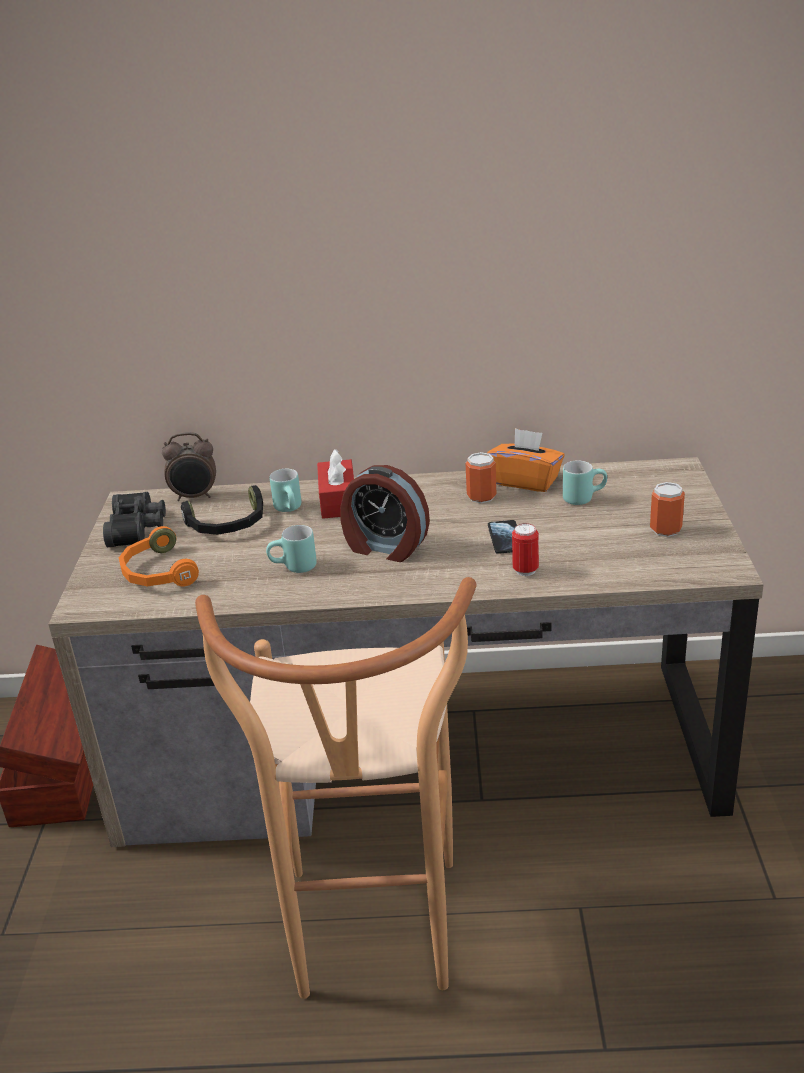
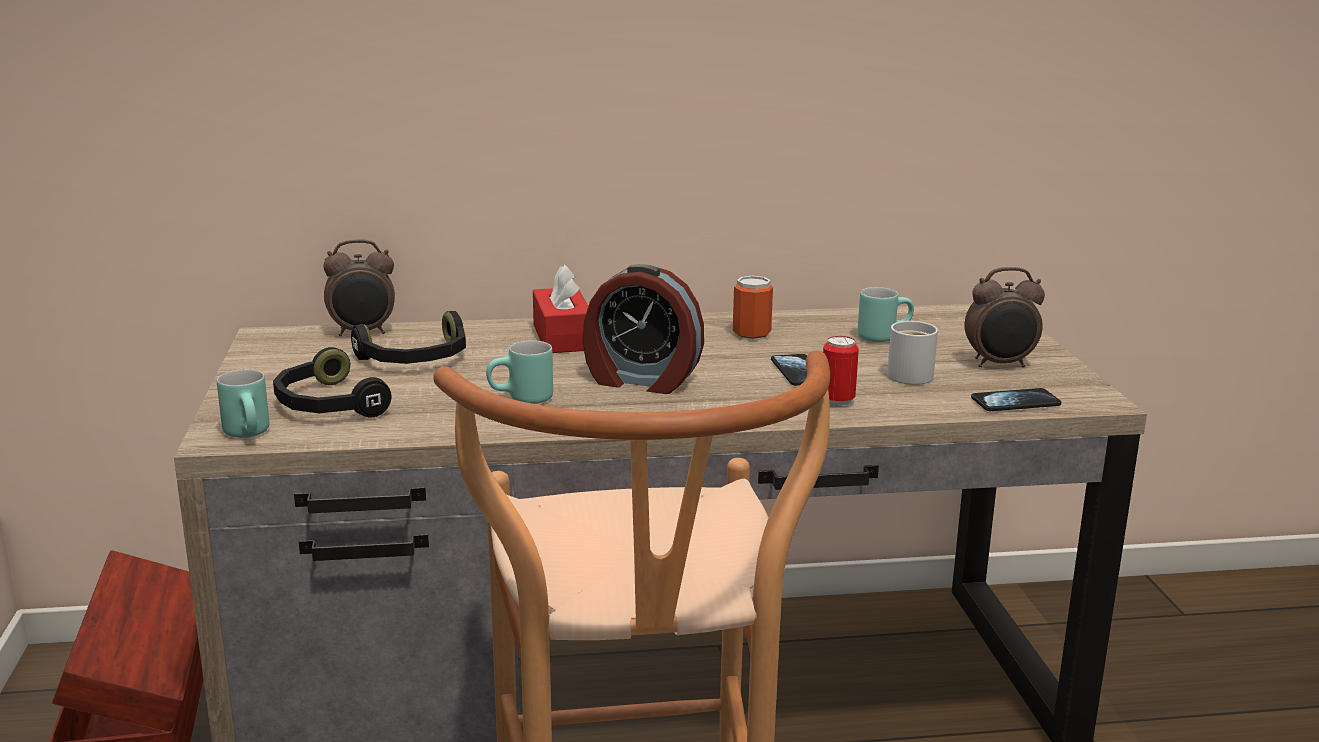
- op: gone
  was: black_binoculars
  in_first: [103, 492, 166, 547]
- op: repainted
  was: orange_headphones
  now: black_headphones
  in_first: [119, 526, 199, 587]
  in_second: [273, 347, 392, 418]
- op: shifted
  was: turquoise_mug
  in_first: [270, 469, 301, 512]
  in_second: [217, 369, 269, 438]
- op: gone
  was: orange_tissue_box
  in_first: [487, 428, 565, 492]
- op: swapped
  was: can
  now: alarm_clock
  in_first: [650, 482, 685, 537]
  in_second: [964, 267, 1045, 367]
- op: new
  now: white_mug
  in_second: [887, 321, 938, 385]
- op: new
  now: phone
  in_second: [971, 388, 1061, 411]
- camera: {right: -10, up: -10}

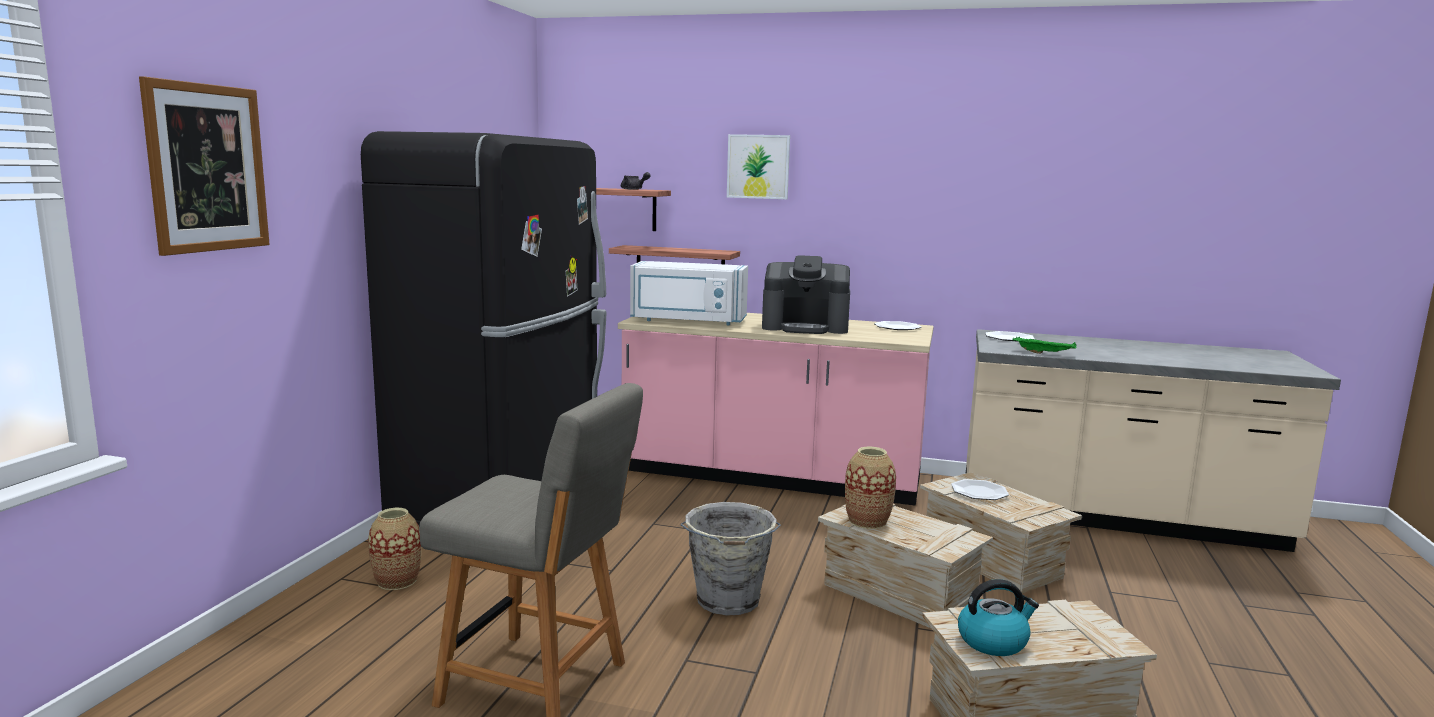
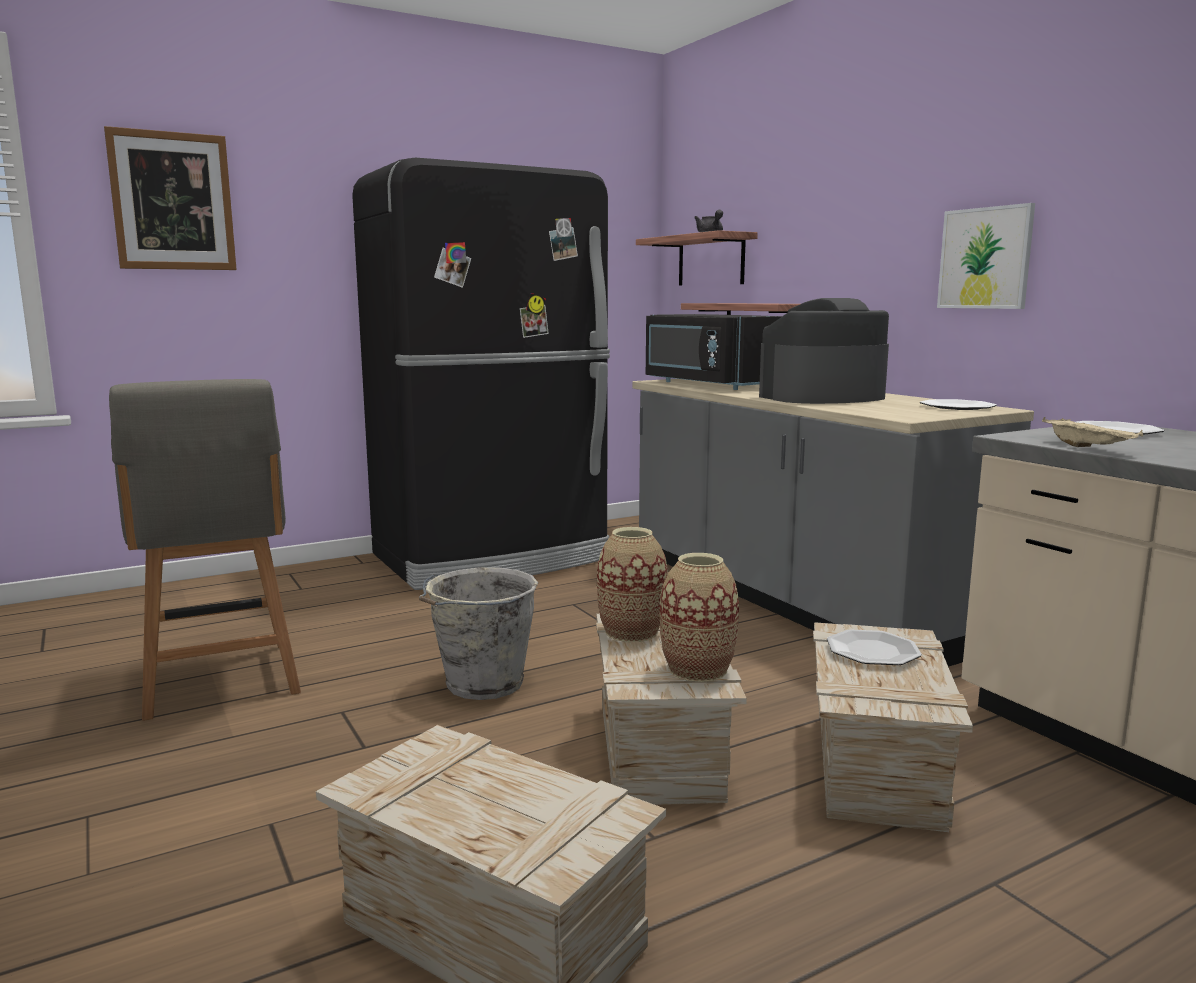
- op: shifted
  was: vase
  in_first: [368, 508, 421, 590]
  in_second: [660, 553, 739, 682]
- op: repainted
  was: pink_counter
  now: grey_counter
  in_first: [618, 313, 934, 506]
  in_second: [632, 379, 1034, 667]
- op: repainted
  was: white_microwave
  now: black_microwave
  in_first: [630, 261, 748, 326]
  in_second: [646, 314, 782, 390]
- op: shifted
  was: picture
  in_first: [727, 134, 790, 199]
  in_second: [937, 203, 1035, 309]
- op: rotated
  was: coffee_machine
  in_first: [762, 255, 850, 334]
  in_second: [759, 298, 889, 404]
  clockwise: 105
- op: gone
  was: kettle
  in_first: [958, 579, 1039, 656]
- op: repainted
  was: green_tray
  now: beige_tray
  in_first: [1013, 337, 1077, 354]
  in_second: [1042, 417, 1143, 447]
- camera: {right: 45, up: 0}

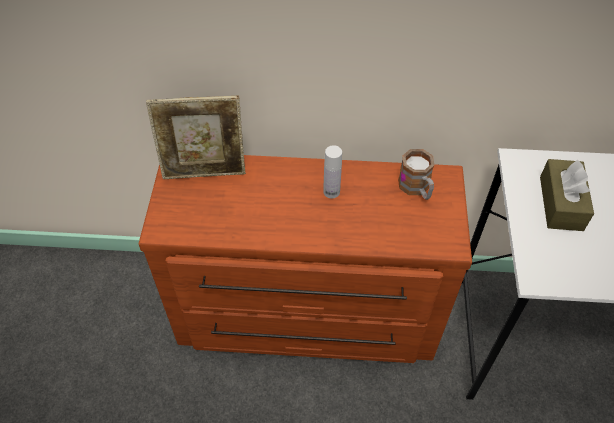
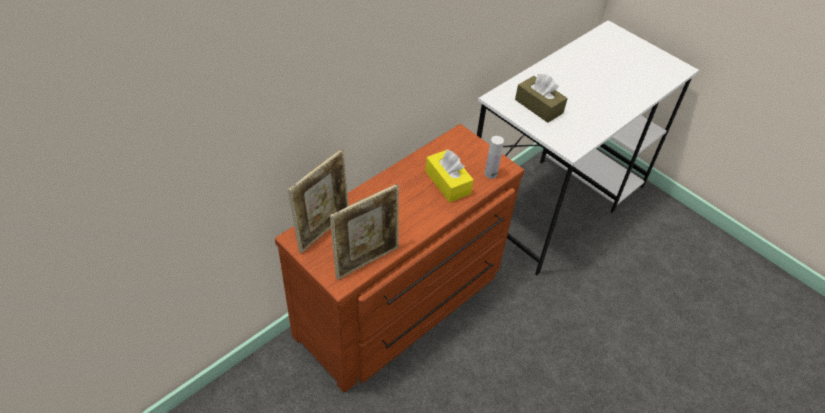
- op: shifted
  was: white_bottle
  in_first: [323, 145, 342, 198]
  in_second: [485, 136, 504, 179]
- op: gone
  was: mug
  in_first: [398, 149, 434, 200]
- op: new
  now: picture_frame
  in_second: [330, 184, 399, 280]
- op: new
  now: yellow_tissue_box
  in_second: [425, 149, 474, 202]
- camera: {right: -50, up: -5}

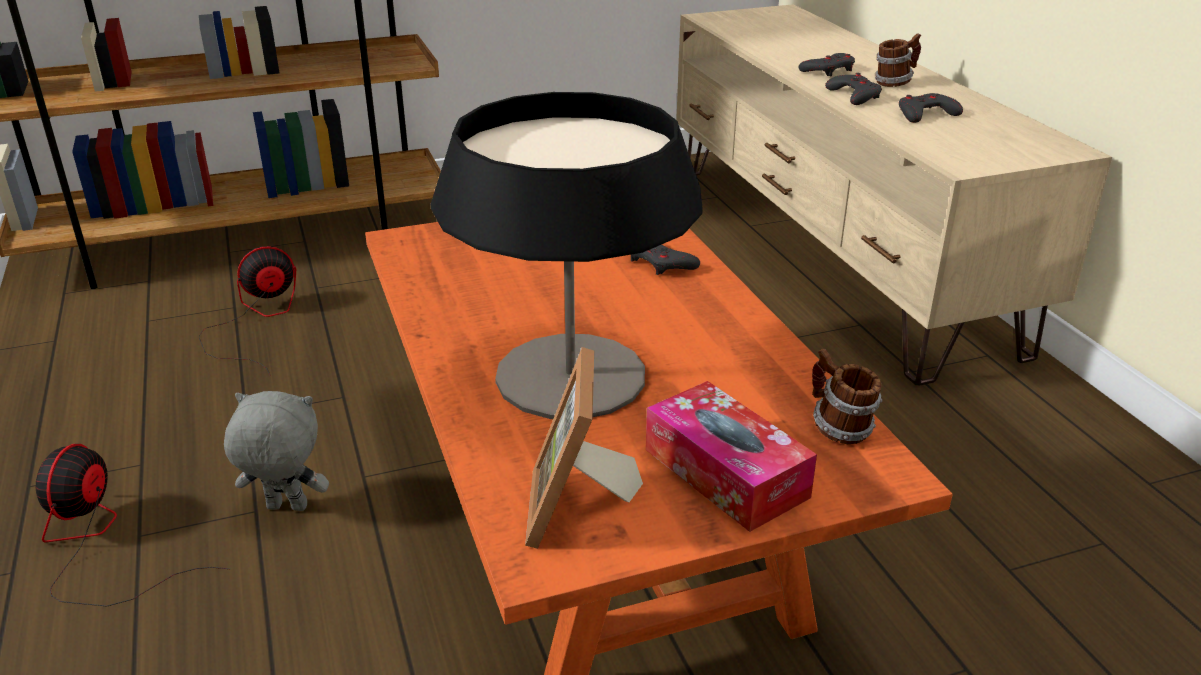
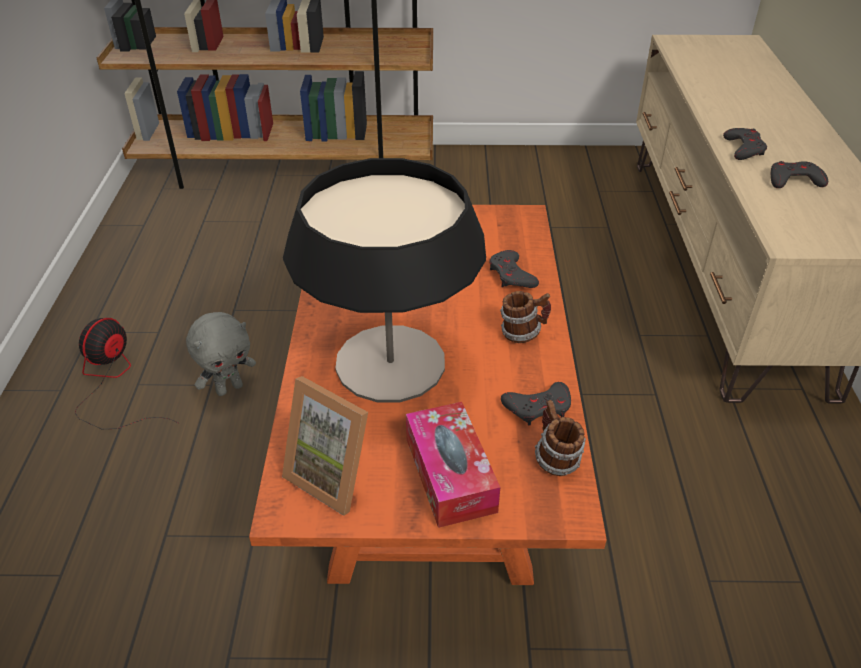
- op: gone
  was: fan
  in_first: [199, 246, 296, 376]
- op: rotated
  was: grey_plush_toy
  in_first: [224, 391, 329, 511]
  in_second: [186, 312, 256, 396]
  clockwise: 120
- op: rotated
  was: picture_frame
  in_first: [525, 347, 643, 549]
  in_second: [282, 376, 368, 516]
  clockwise: -75
- op: shifted
  was: grey_game_controller
  in_first: [799, 53, 855, 76]
  in_second: [501, 382, 571, 425]
- op: shifted
  was: mug
  in_first: [875, 33, 921, 87]
  in_second: [500, 291, 551, 343]
- camera: {right: 20, up: 10}

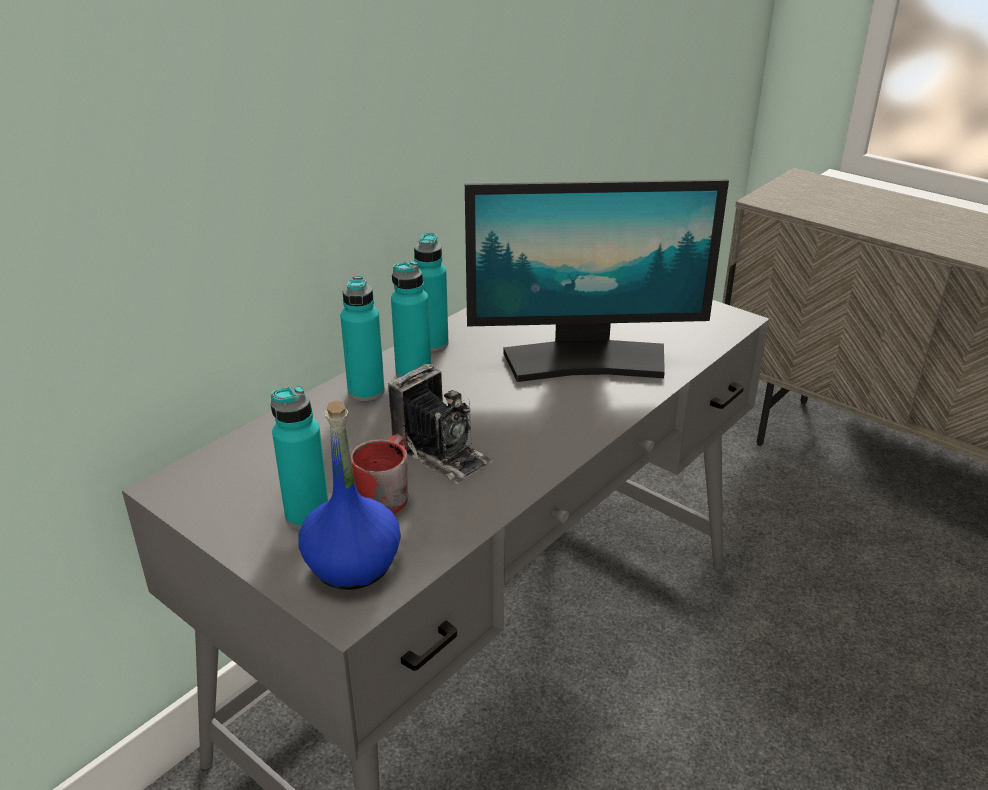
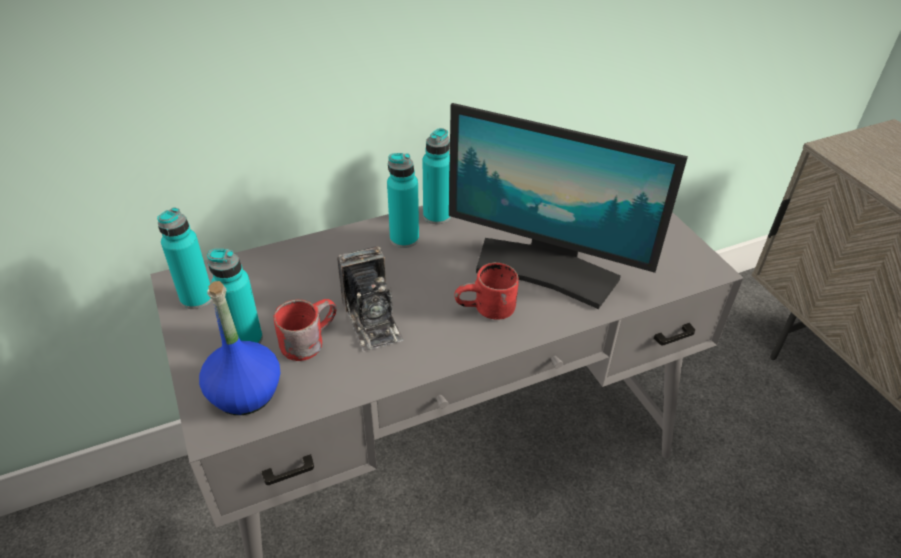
- op: shifted
  was: turquoise_bottle
  in_first: [340, 276, 385, 401]
  in_second: [157, 207, 212, 309]
- op: new
  now: red_mug
  in_second: [454, 262, 519, 320]
- camera: {right: 25, up: 10}

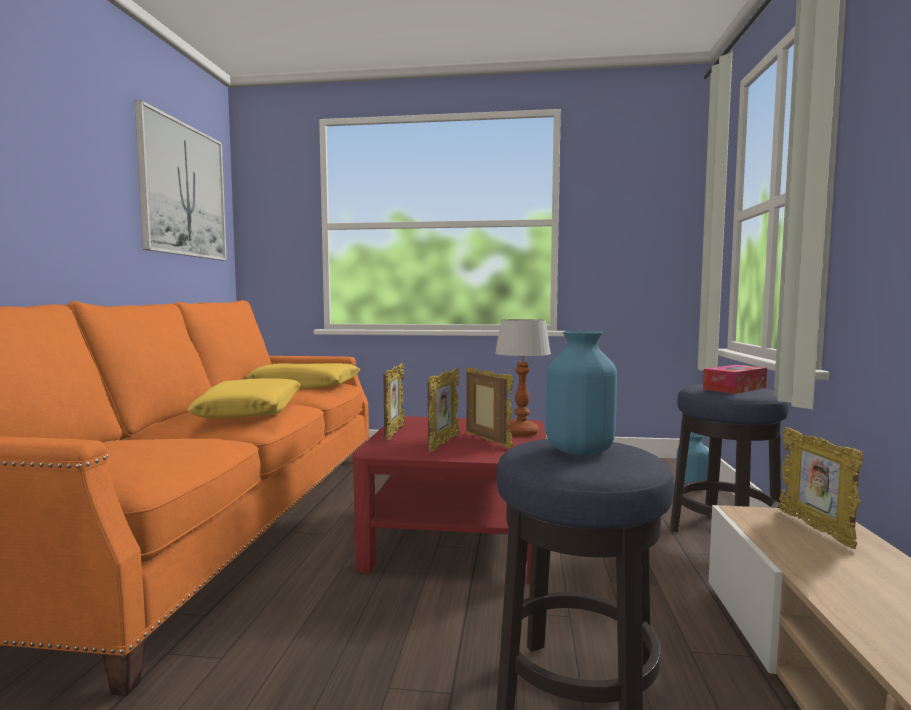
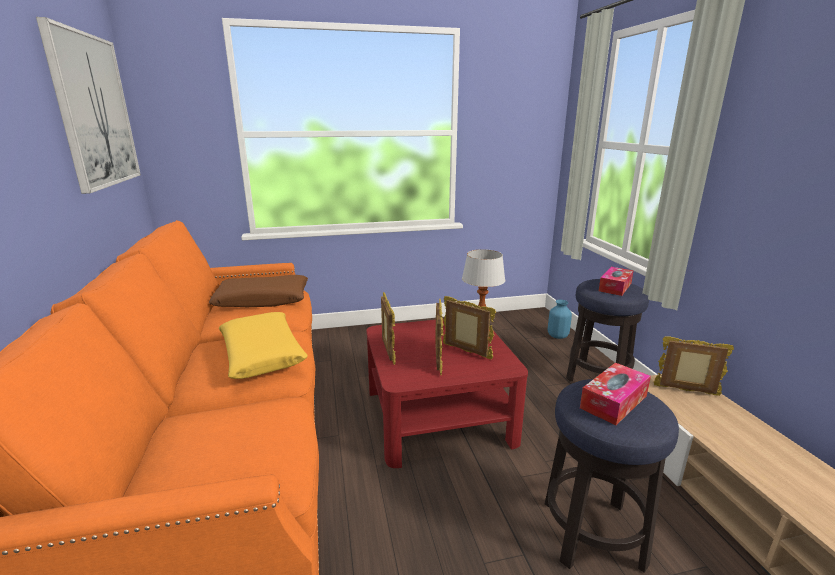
- op: repainted
  was: yellow_pillow
  now: brown_pillow
  in_first: [245, 363, 360, 389]
  in_second: [209, 275, 308, 307]
- op: swapped
  was: blue_vase
  now: tissue_box
  in_first: [546, 331, 617, 455]
  in_second: [580, 363, 651, 425]
- op: rotated
  was: picture_frame
  in_first: [778, 427, 864, 549]
  in_second: [654, 336, 734, 396]
  clockwise: 135
- camera: {right: -20, up: 15}

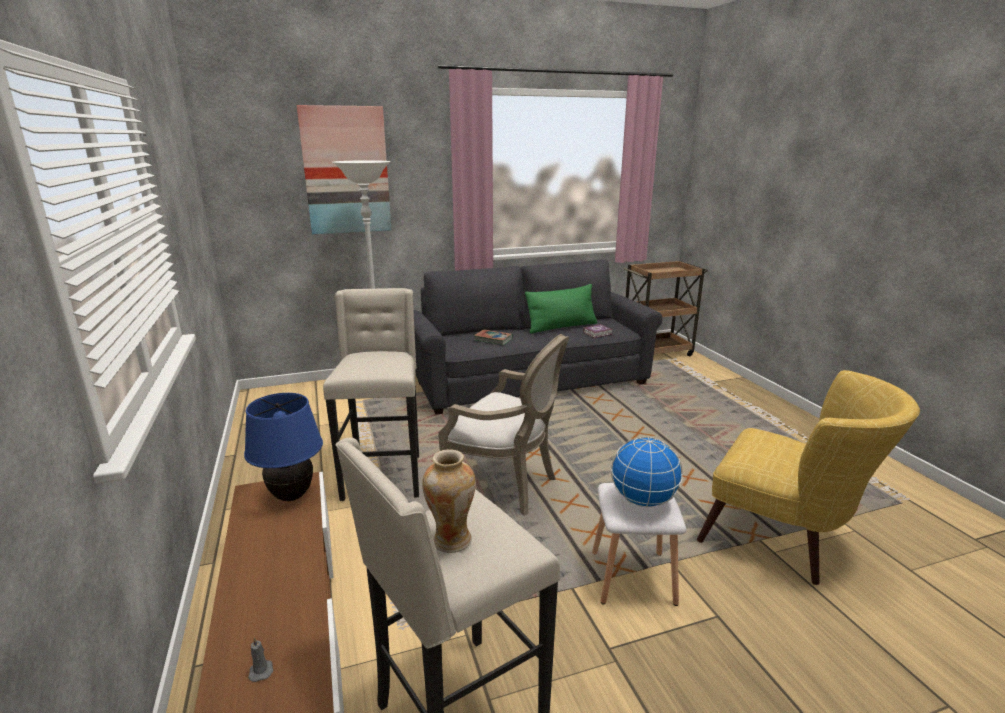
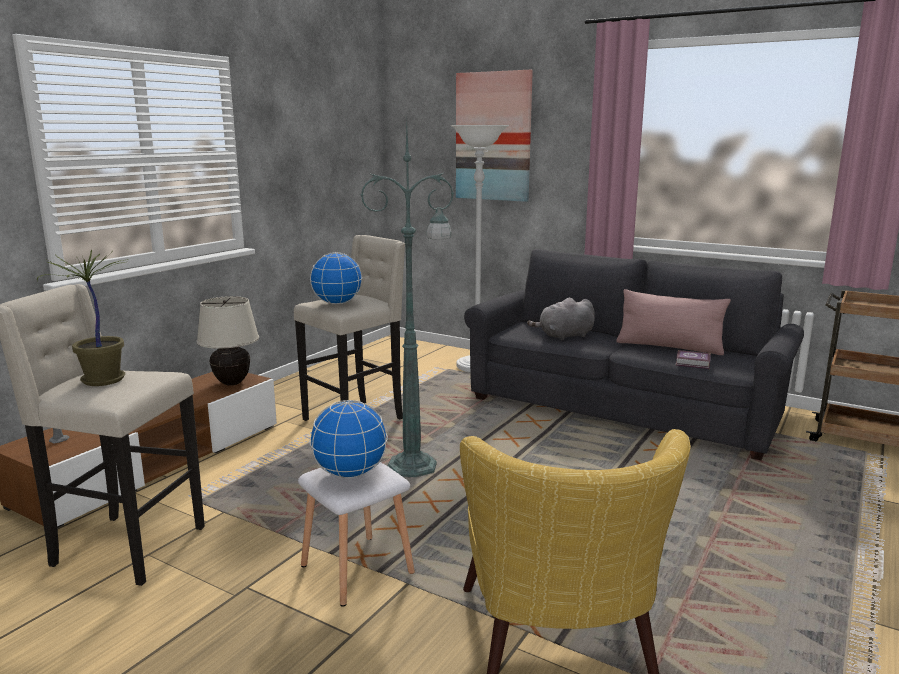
- op: repainted
  was: blue_table_lamp
  now: beige_table_lamp
  in_first: [244, 393, 323, 501]
  in_second: [197, 296, 259, 386]
- op: swapped
  was: vase
  now: potted_plant
  in_first: [422, 449, 476, 553]
  in_second: [37, 249, 128, 386]
- op: swapped
  was: armchair
  now: green_floor_lamp
  in_first: [438, 334, 569, 516]
  in_second: [361, 120, 454, 477]
- op: swapped
  was: book
  now: grey_plush_toy
  in_first: [474, 330, 513, 345]
  in_second: [527, 298, 595, 341]
- op: repainted
  was: green_pillow
  now: pink_pillow
  in_first: [525, 284, 597, 334]
  in_second: [616, 289, 731, 355]
- op: new
  now: globe
  in_second: [310, 252, 362, 304]
- camera: {right: 50, up: -5}

